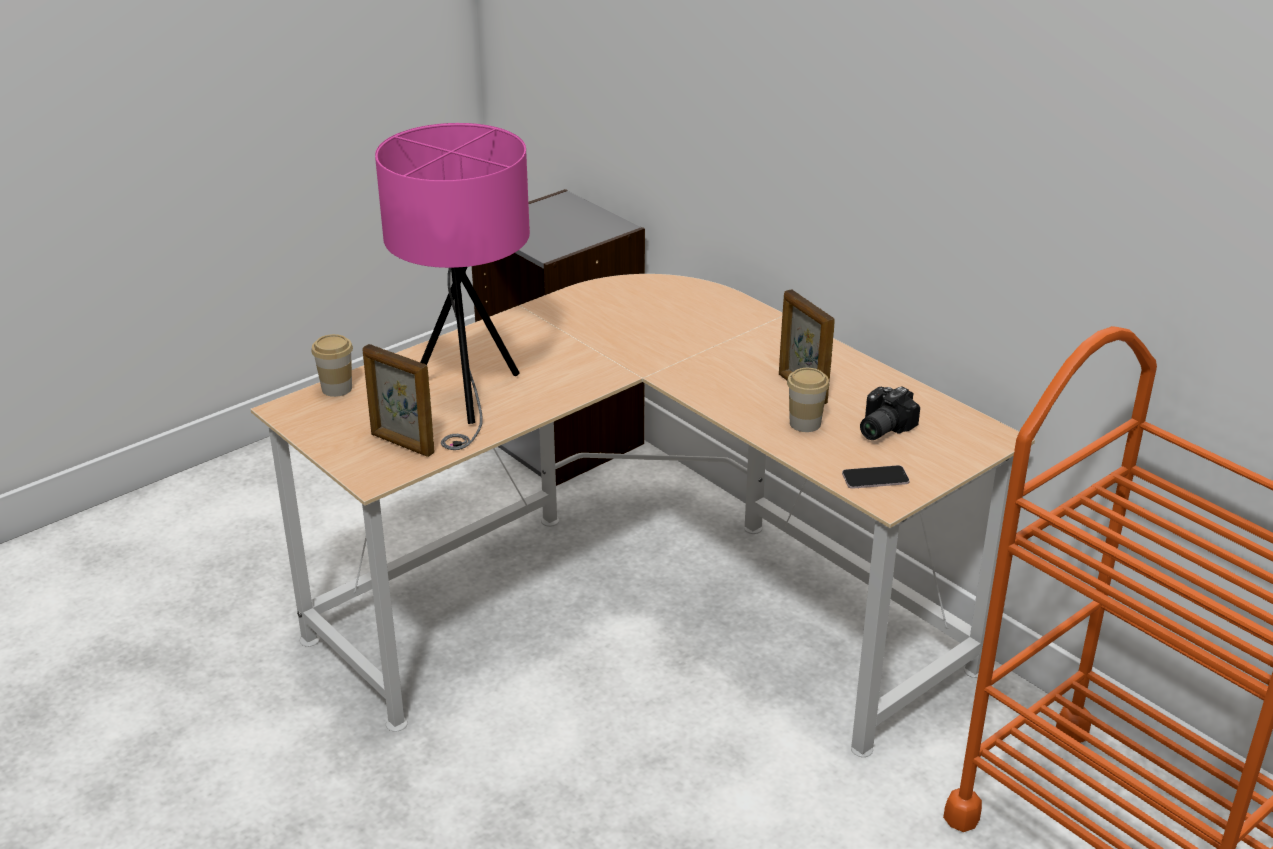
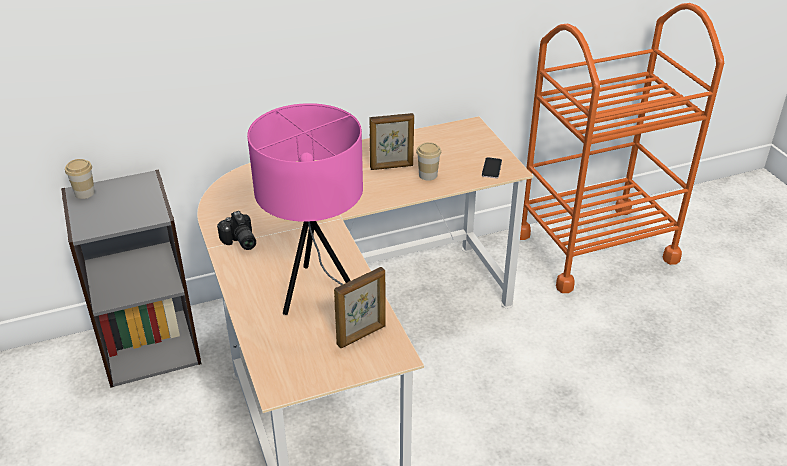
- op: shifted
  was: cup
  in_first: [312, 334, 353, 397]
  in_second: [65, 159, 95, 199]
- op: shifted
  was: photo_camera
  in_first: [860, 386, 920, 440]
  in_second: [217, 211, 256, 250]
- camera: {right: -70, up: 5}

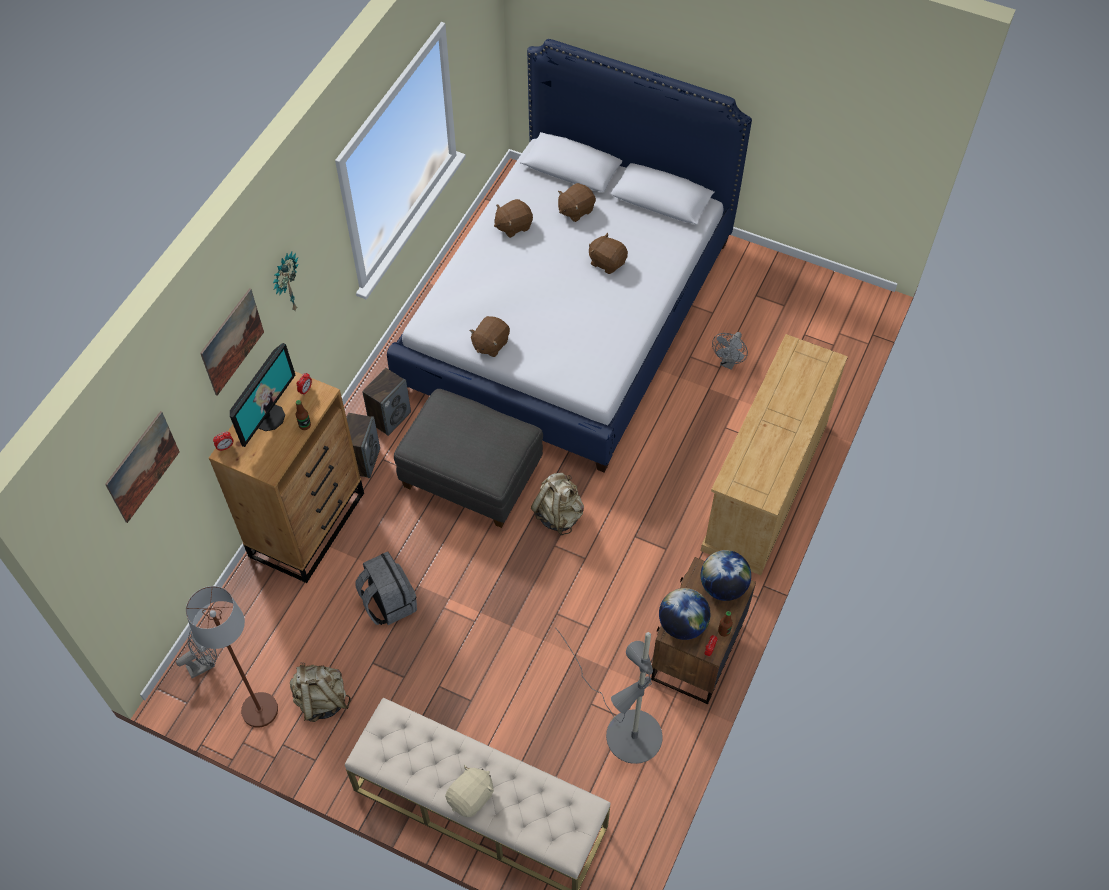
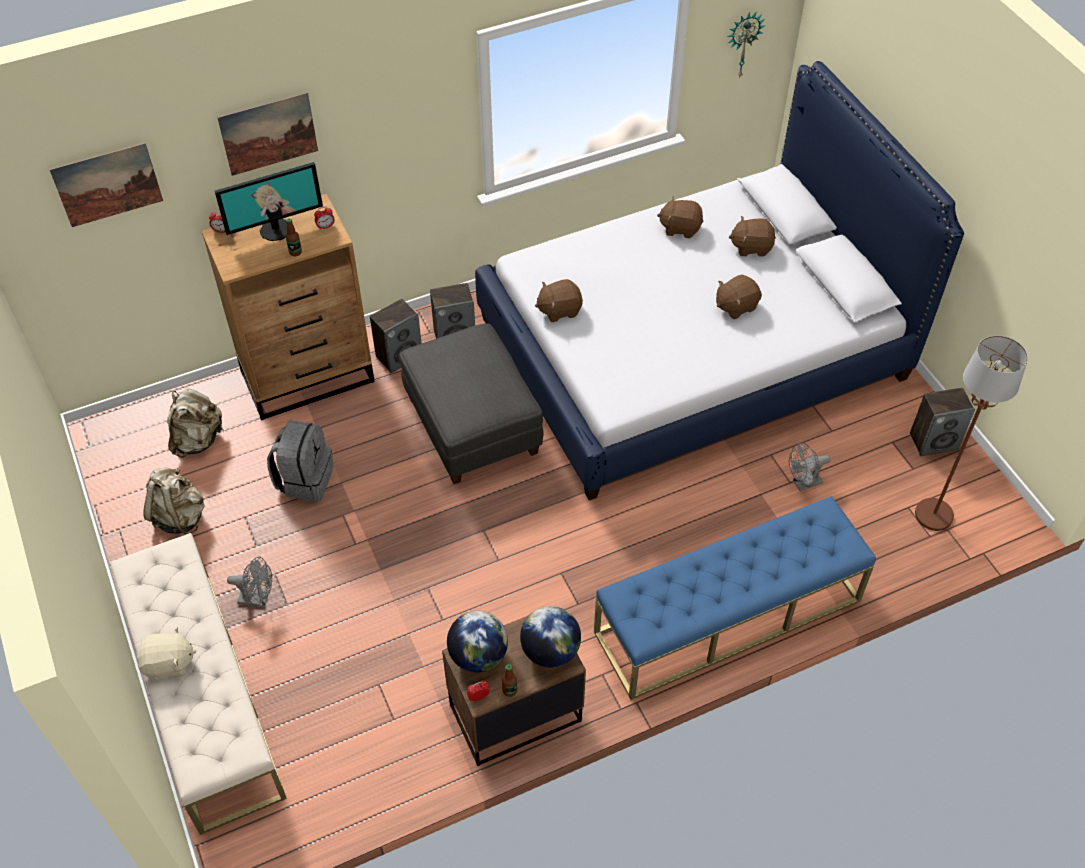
- op: shifted
  was: grey_fan
  in_first: [176, 630, 217, 678]
  in_second: [227, 556, 272, 608]
- op: shifted
  was: brown_floor_lamp
  in_first: [186, 586, 278, 728]
  in_second: [915, 335, 1028, 531]
- op: shifted
  was: wall_clock
  in_first: [273, 252, 299, 312]
  in_second: [728, 11, 765, 79]
- op: shifted
  was: beige_backpack
  in_first: [531, 473, 584, 535]
  in_second: [167, 388, 224, 458]
- op: gone
  was: grey_floor_lamp
  in_first: [555, 628, 663, 764]
- op: rotated
  was: brown_plush_toy
  in_first: [589, 232, 628, 274]
  in_second: [716, 275, 762, 319]
  clockwise: -105
- op: swapped
  was: beige_dresser
  now: blue_bench
  in_first: [701, 334, 848, 575]
  in_second: [594, 496, 876, 700]
- op: new
  now: speaker
  in_second: [910, 387, 975, 456]
- camera: {right: 40, up: -5}

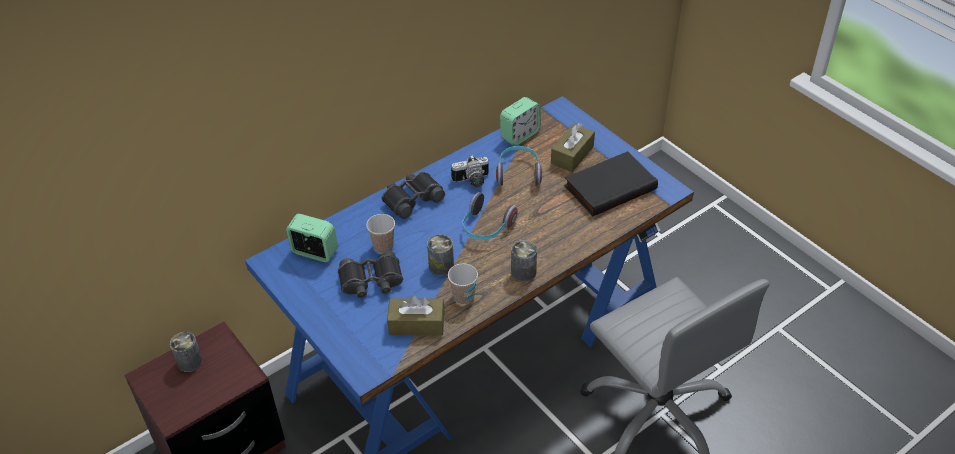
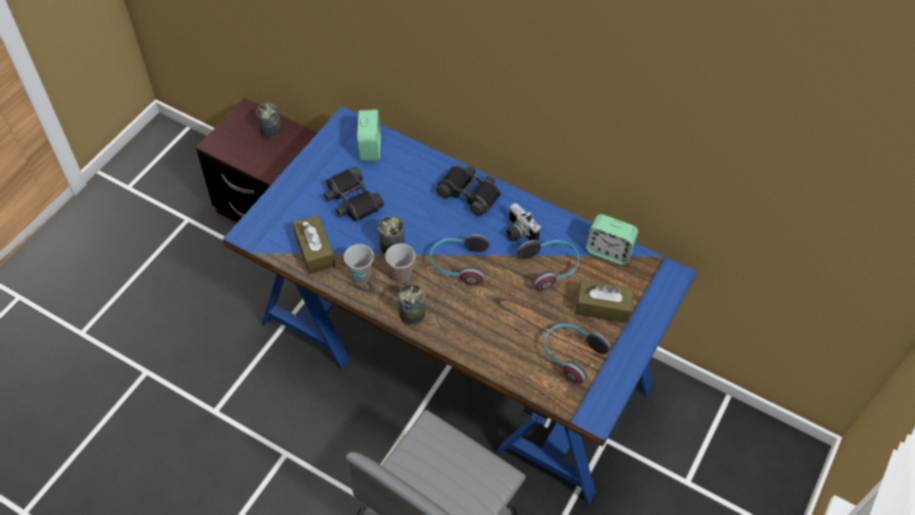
- op: shifted
  was: cup
  in_first: [366, 214, 395, 254]
  in_second: [385, 243, 415, 283]
- op: swapped
  was: black_book
  now: headphones
  in_first: [564, 151, 658, 216]
  in_second: [544, 324, 611, 384]
- camera: {right: 65, up: 10}

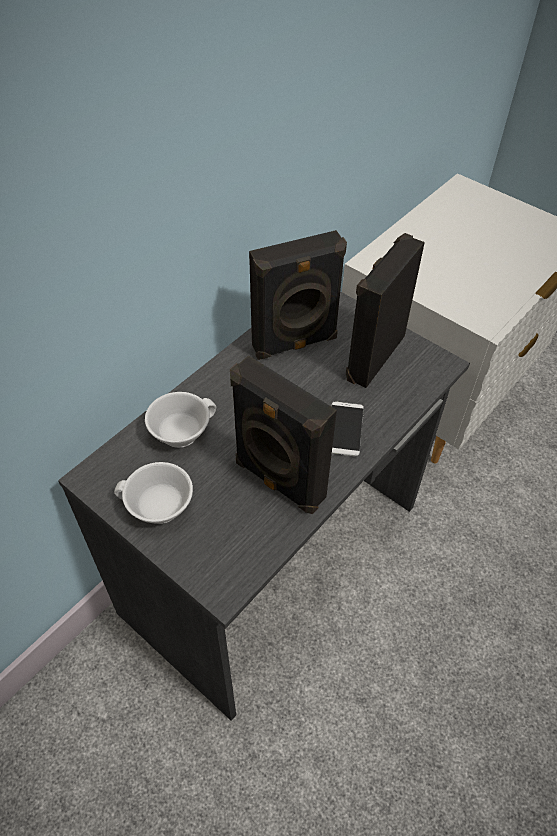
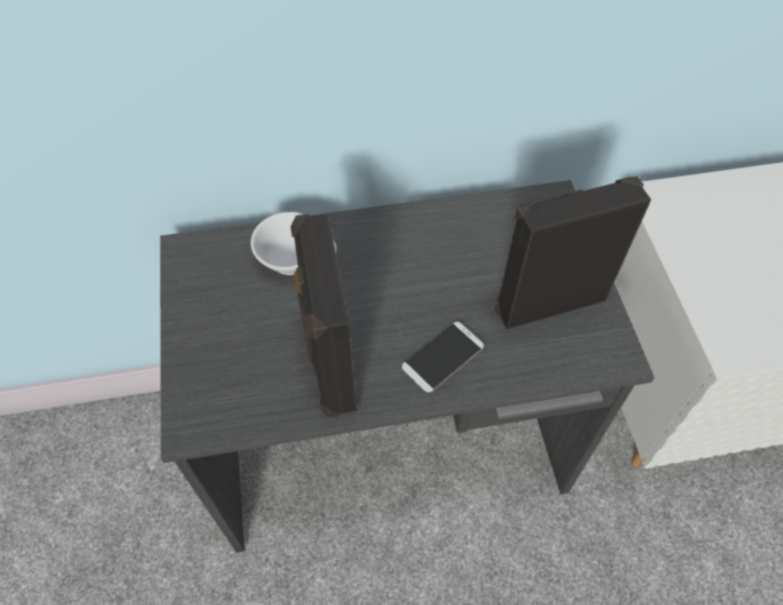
- op: gone
  was: white_cup
  in_first: [114, 462, 193, 524]
- op: gone
  was: black_speaker
  in_first: [249, 230, 347, 360]
- camera: {right: 40, up: 5}

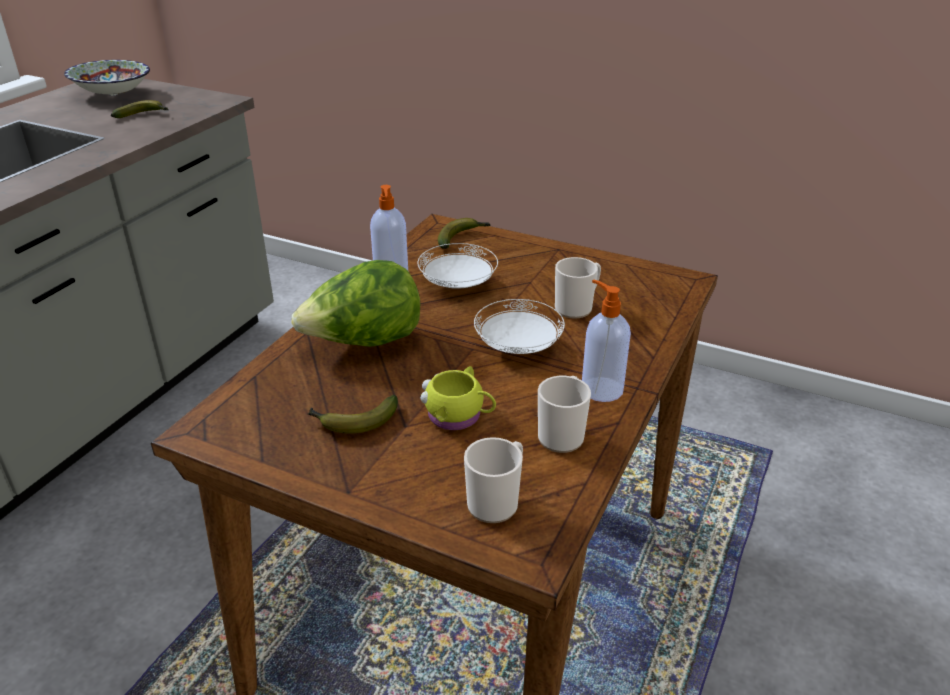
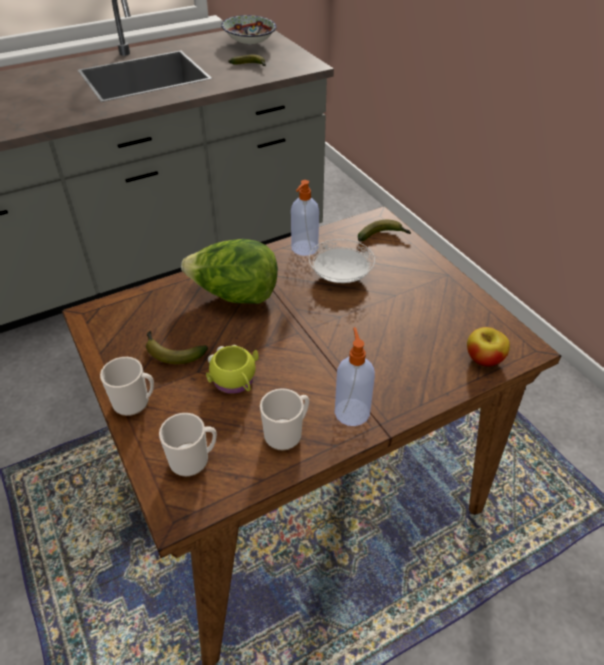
- op: gone
  was: white_plate
  in_first: [474, 299, 565, 354]
- op: shifted
  was: mug
  in_first: [555, 257, 601, 319]
  in_second: [100, 357, 154, 416]
- op: new
  now: apple
  in_second: [467, 327, 510, 367]
- camera: {right: 35, up: 10}

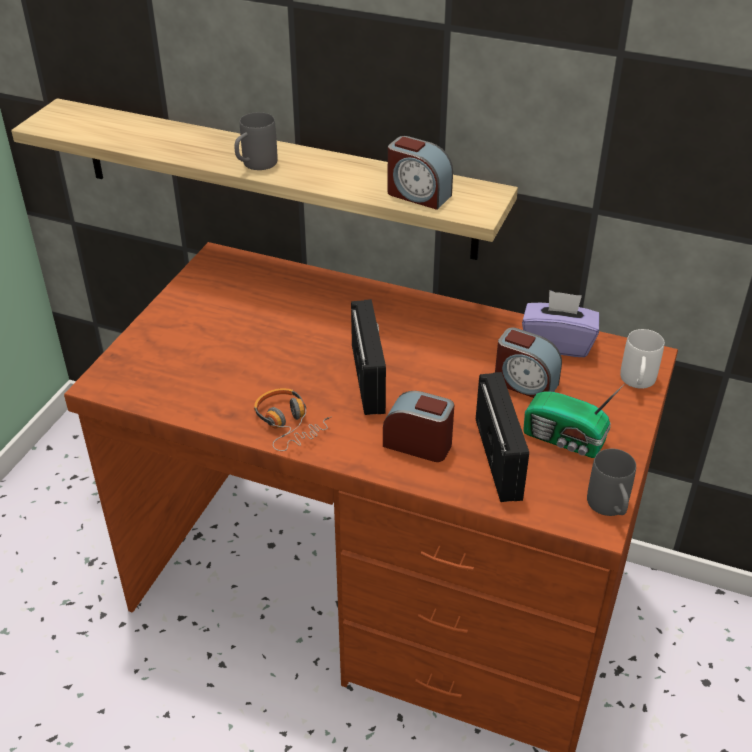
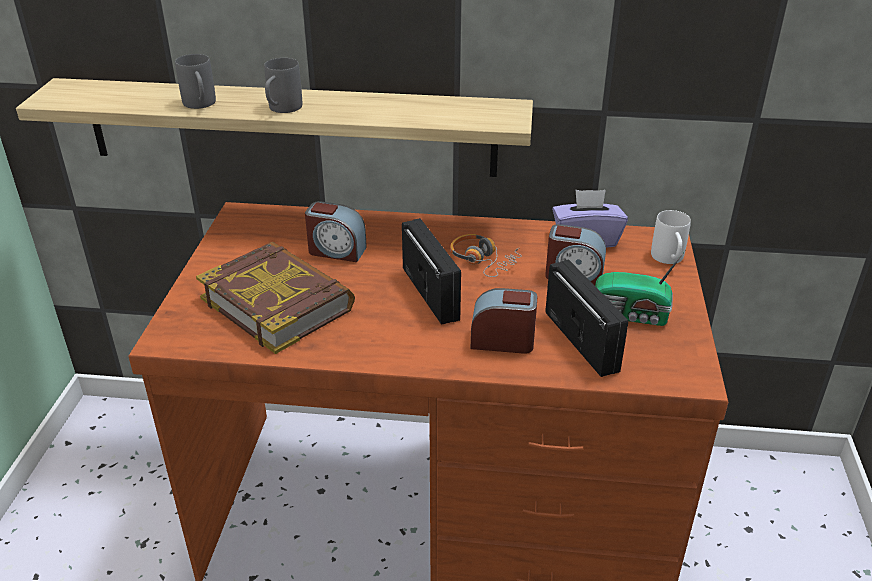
- op: shifted
  was: headphones
  in_first: [254, 388, 332, 451]
  in_second: [450, 234, 522, 277]
- op: shifted
  was: alarm_clock
  in_first: [387, 136, 453, 210]
  in_second: [305, 201, 367, 262]
- op: shifted
  was: grey_mug
  in_first: [587, 449, 636, 516]
  in_second: [175, 54, 216, 109]
- op: new
  now: book
  in_second: [196, 242, 355, 354]
- camera: {right: -15, up: -5}

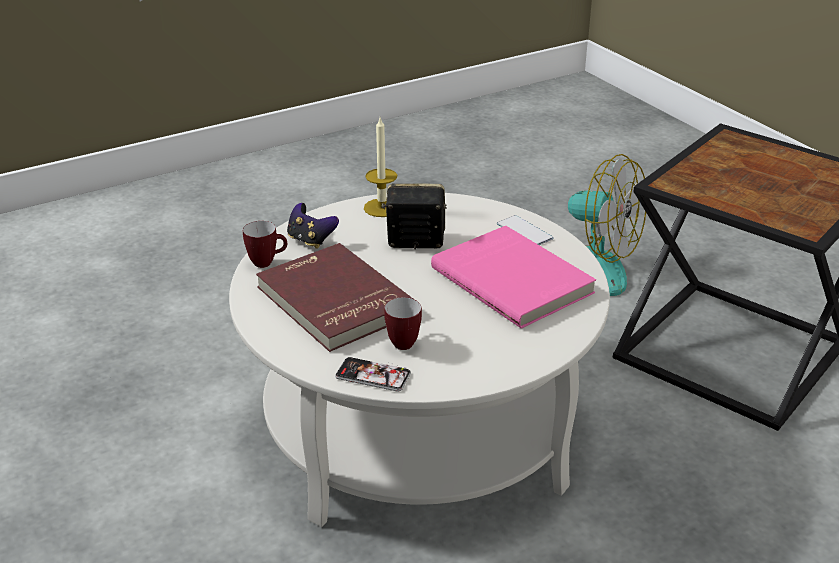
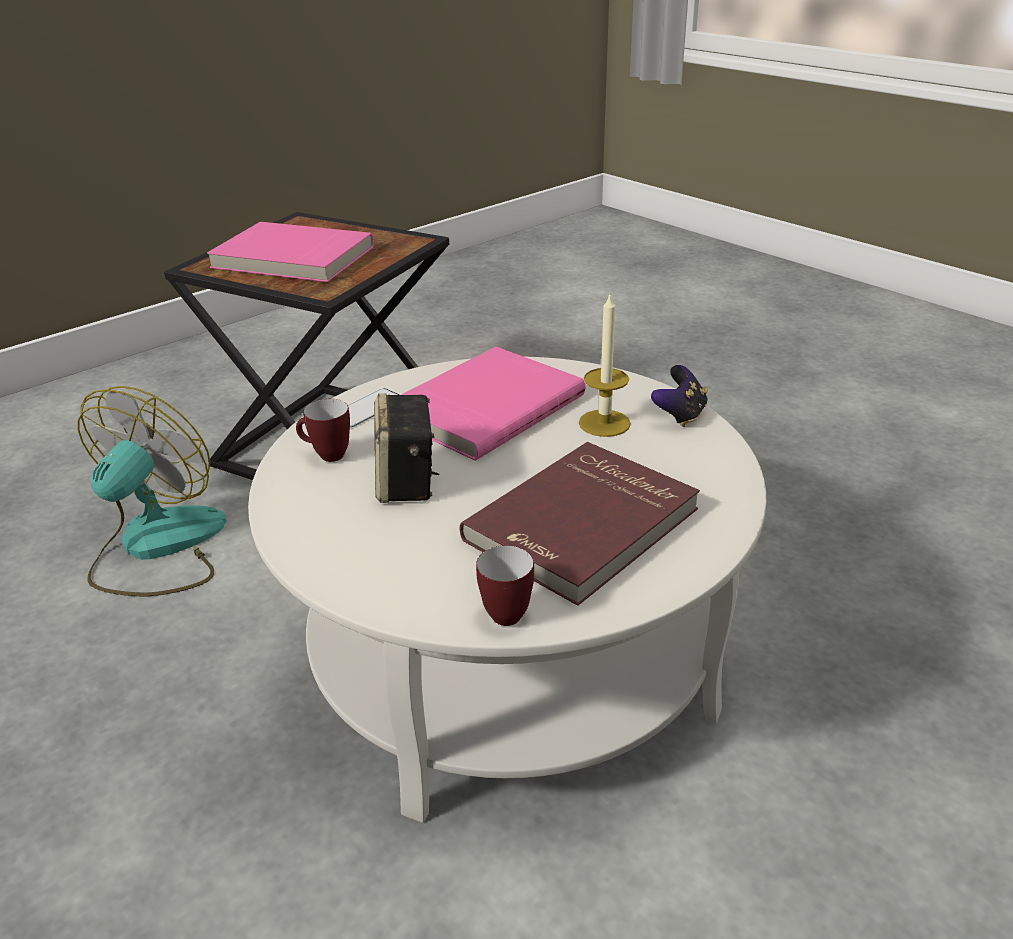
- op: shifted
  was: game_controller
  in_first: [287, 203, 339, 249]
  in_second: [651, 365, 708, 427]
- op: gone
  was: phone
  in_first: [335, 357, 411, 392]
- op: shifted
  was: candle
  in_first: [364, 118, 397, 217]
  in_second: [579, 292, 631, 437]
- op: shifted
  was: mug
  in_first: [384, 297, 422, 350]
  in_second: [296, 399, 350, 462]
- op: new
  now: pink_book
  in_second: [207, 222, 374, 282]
- camera: {right: -100, up: 0}

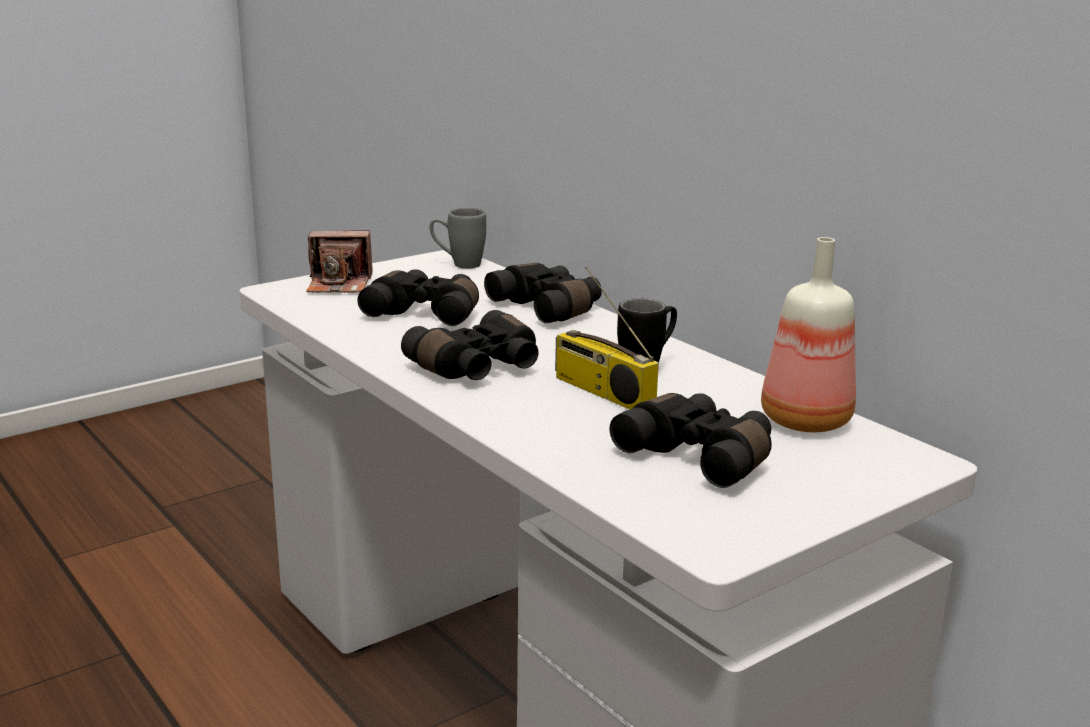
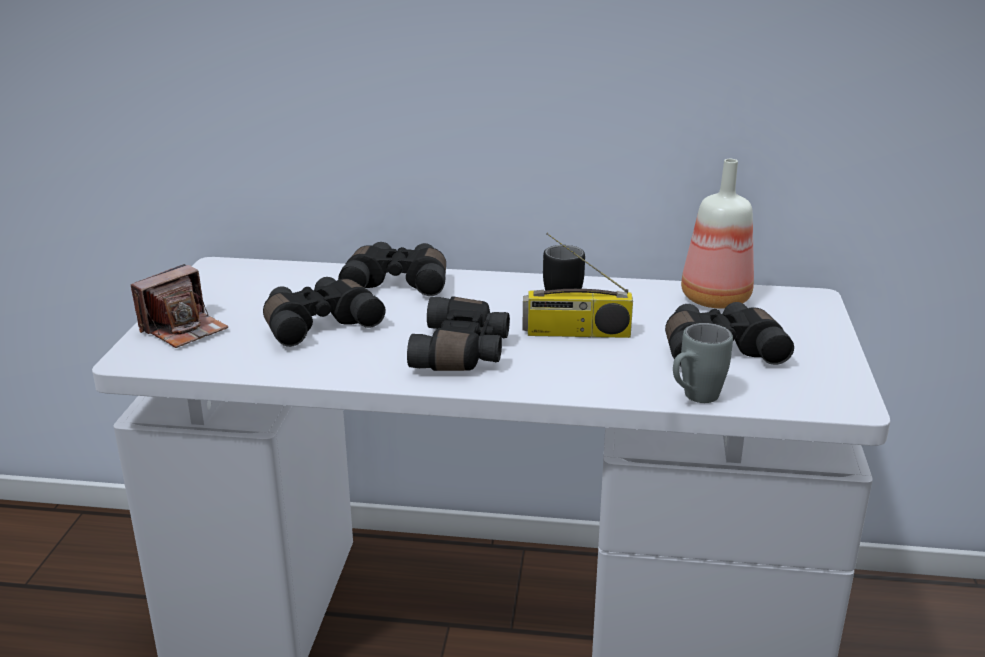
- op: shifted
  was: grey_mug
  in_first: [430, 208, 486, 269]
  in_second: [673, 323, 733, 403]
- camera: {right: -45, up: 5}

